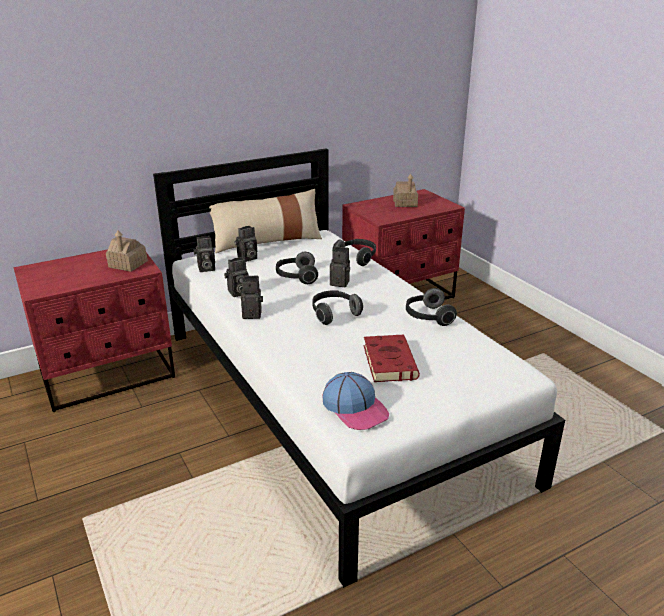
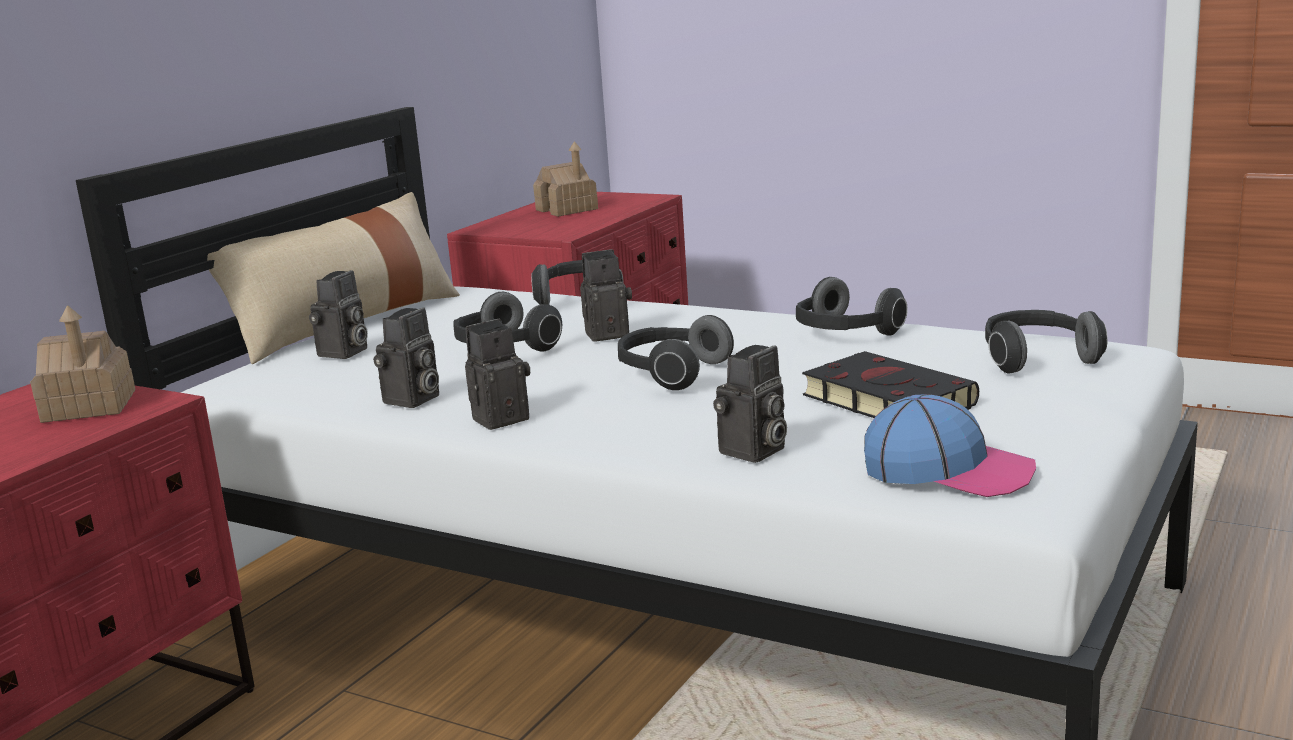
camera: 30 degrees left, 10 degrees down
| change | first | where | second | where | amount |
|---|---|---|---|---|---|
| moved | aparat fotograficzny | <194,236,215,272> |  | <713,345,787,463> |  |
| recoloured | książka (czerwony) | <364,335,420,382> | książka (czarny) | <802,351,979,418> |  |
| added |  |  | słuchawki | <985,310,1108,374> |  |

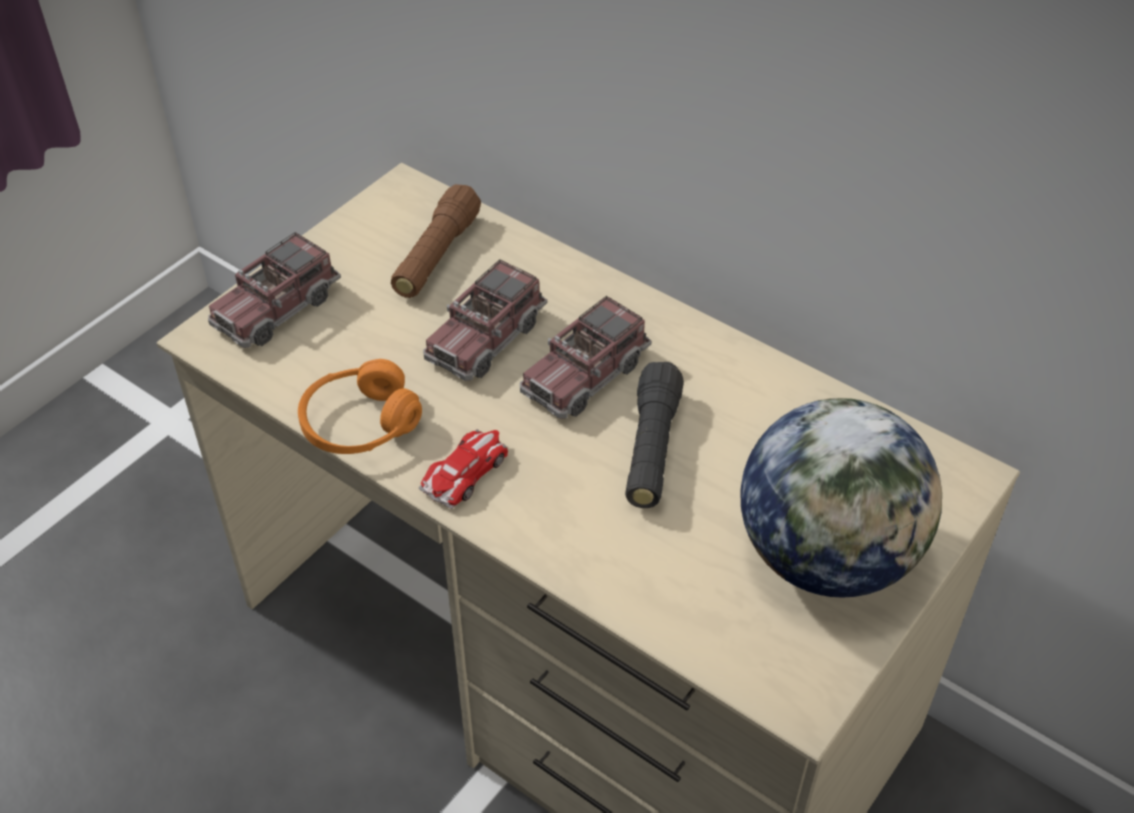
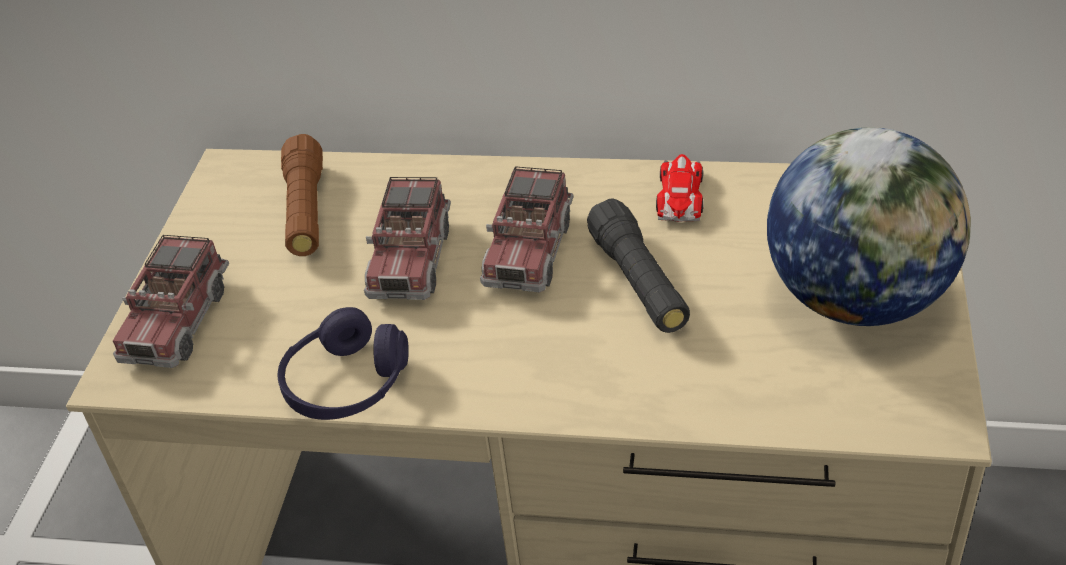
camera: 25 degrees left, 5 degrees down
| change | first | where | second | where | amount |
|---|---|---|---|---|---|
| recoloured | słuchawki (pomarańczowy) | <298,359,422,454> | słuchawki (fioletowy) | <278,307,409,420> |  |
| moved | samochodzik | <419,429,508,509> |  | <656,154,704,222> |  |

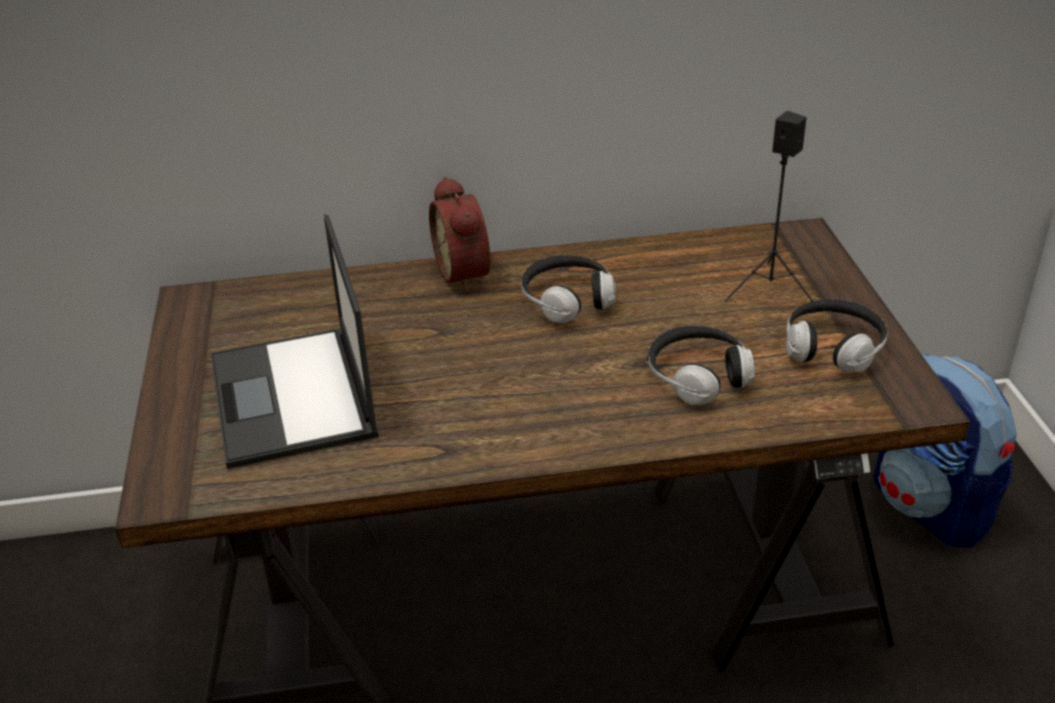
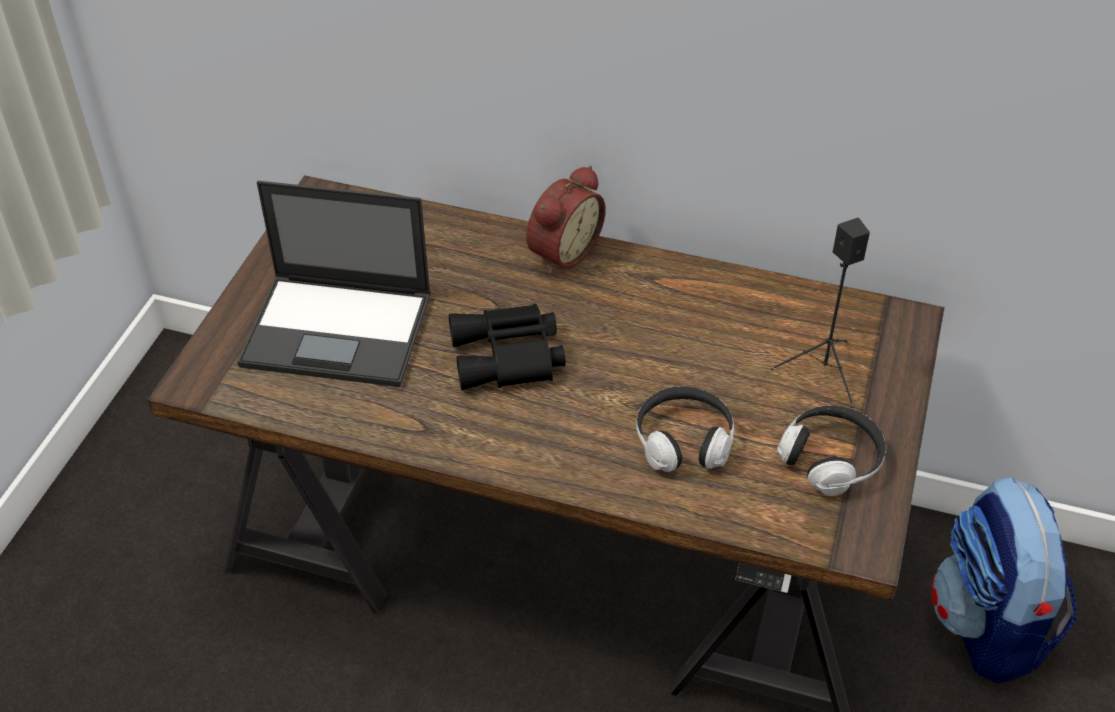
camera: 25 degrees right, 10 degrees up
| change | first | where | second | where | amount |
|---|---|---|---|---|---|
| turned | laptop | <210,214,379,469> |  | <237,181,431,387> | 90 degrees counterclockwise |
| added |  |  | lornetka (czarny) | <449,303,566,390> |  |
| turned | budzik | <429,176,490,292> |  | <526,165,606,274> | 150 degrees counterclockwise |
| removed | słuchawki | <521,255,616,323> |  |  |  |

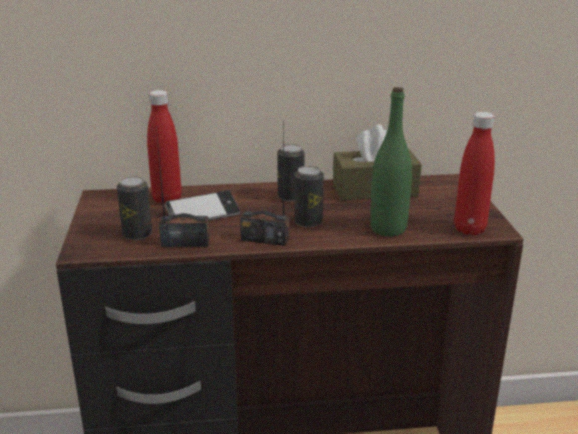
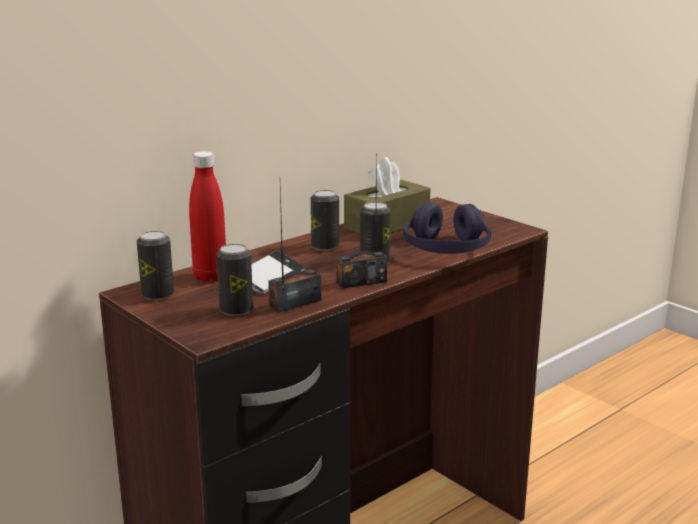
camera: 35 degrees left, 5 degrees down
| change | first | where | second | where | amount |
|---|---|---|---|---|---|
| added |  |  | puszka | <137,231,174,300> |  |
| replaced | butelka (zielony) | <370,87,412,236> | słuchawki (fioletowy) | <403,202,491,254> |  |
| removed | butelka (czerwony) | <454,112,495,235> |  |  |  |

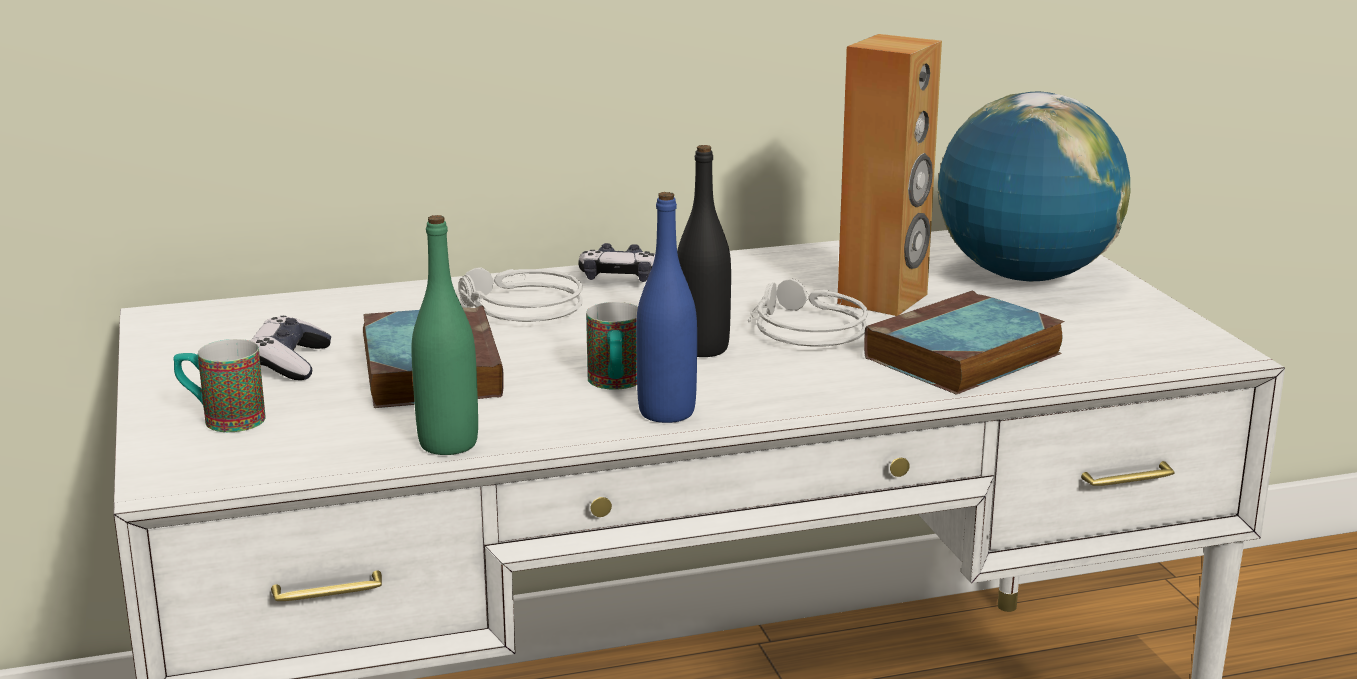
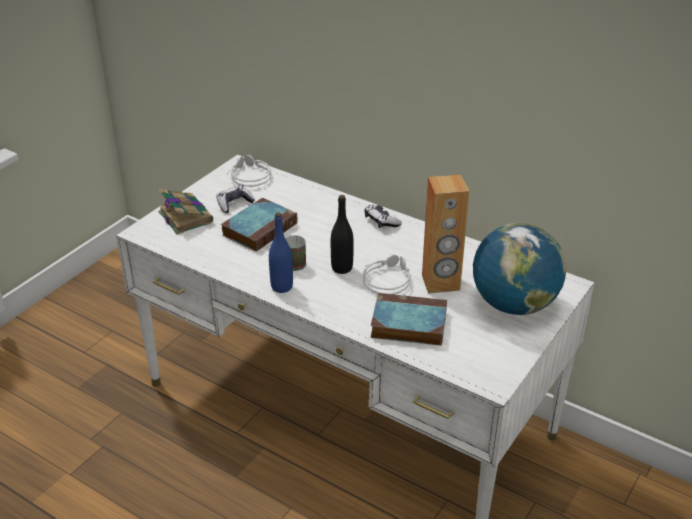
camera: 50 degrees right, 15 degrees up
| change | first | where | second | where | amount |
|---|---|---|---|---|---|
| replaced | kubek | <173,339,266,432> | książka | <158,189,213,234> |  |
| moved | słuchawki (szary) | <458,267,583,322> |  | <227,155,271,187> |  |
| removed | butelka (zielony) | <411,215,478,455> |  |  |  |

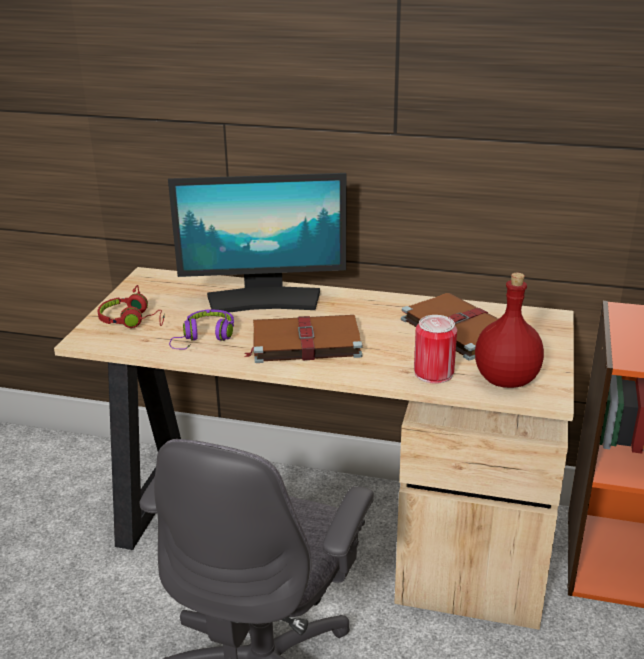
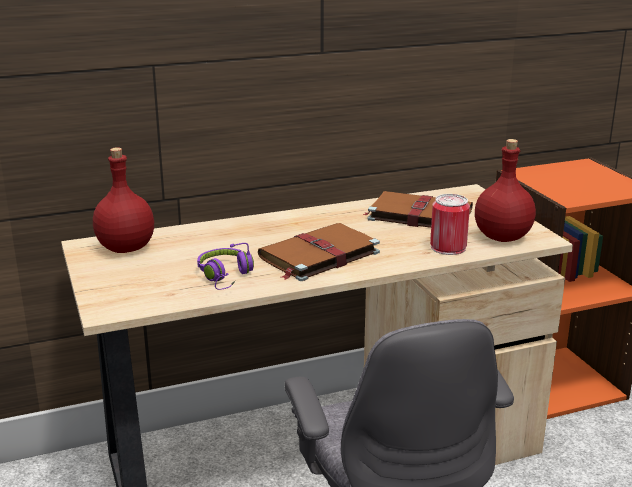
camera: 35 degrees left, 5 degrees down
| change | first | where | second | where | amount |
|---|---|---|---|---|---|
| added |  |  | butelka (czerwony) | <93,147,154,253> |  |
| removed | słuchawki (czerwony) | <98,285,165,328> |  |  |  |
| removed | monitor | <168,173,346,313> |  |  |  |

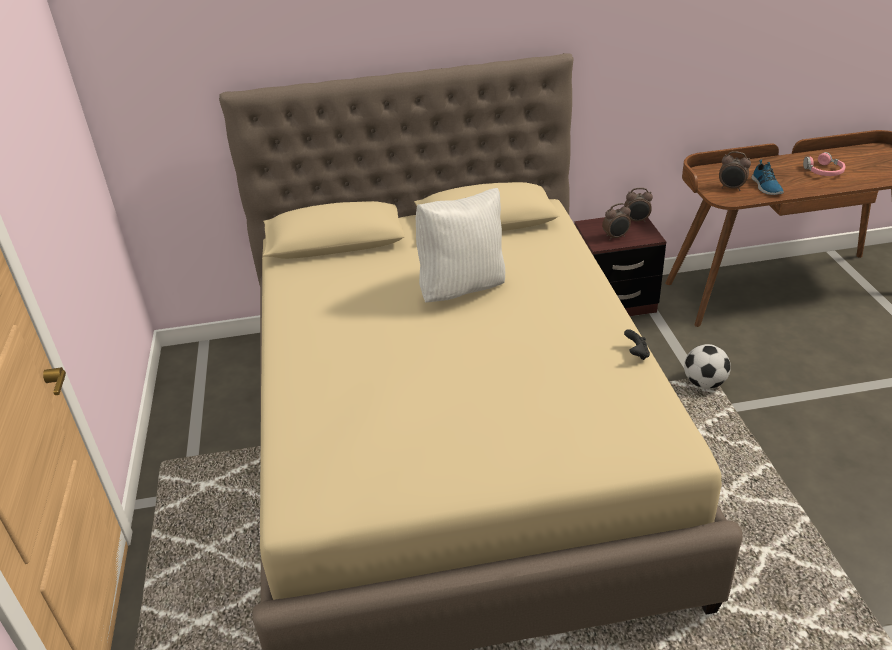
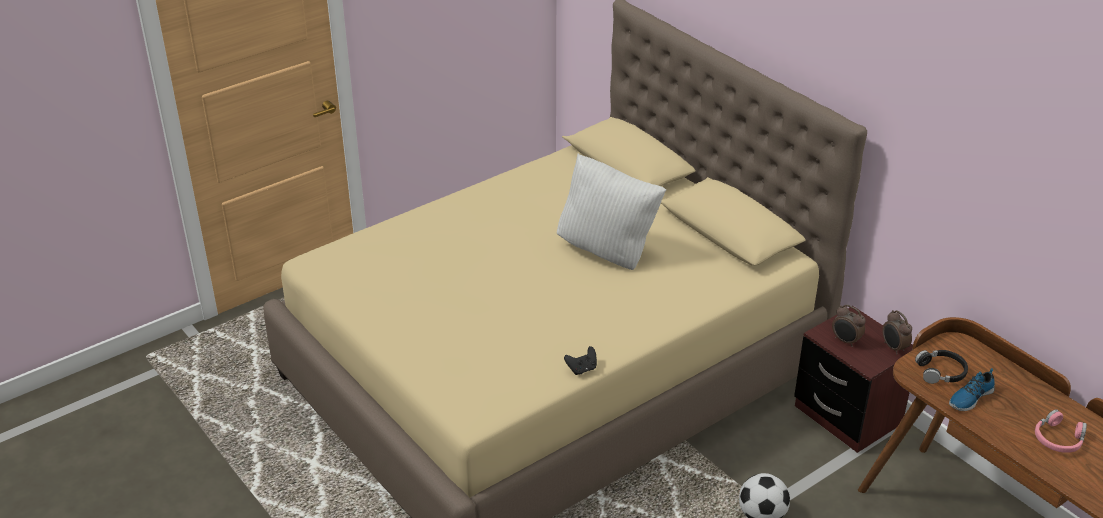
camera: 60 degrees right, 0 degrees up
| change | first | where | second | where | amount |
|---|---|---|---|---|---|
| replaced | budzik | <719,151,751,191> | słuchawki (czarny) | <915,350,968,384> |  |

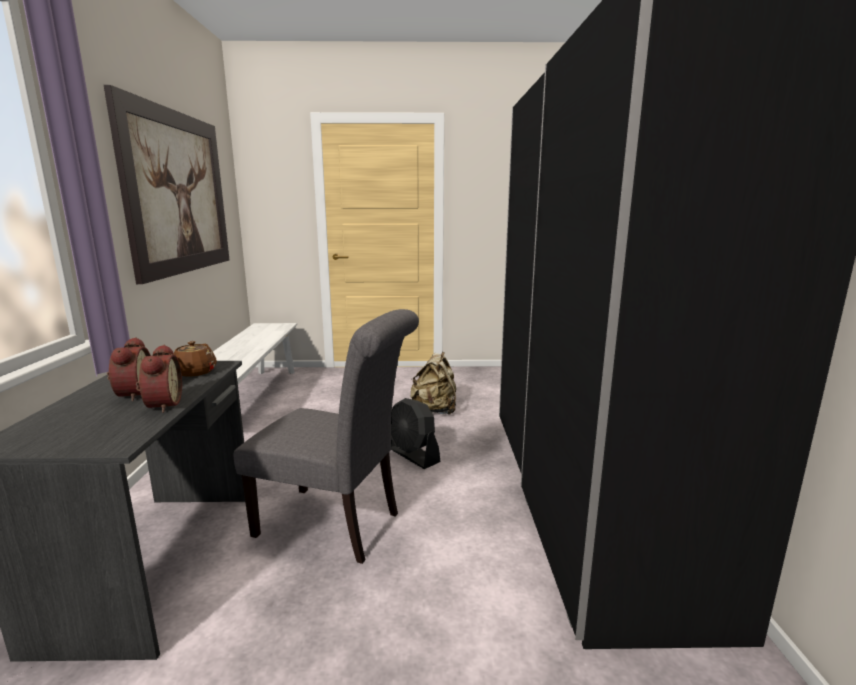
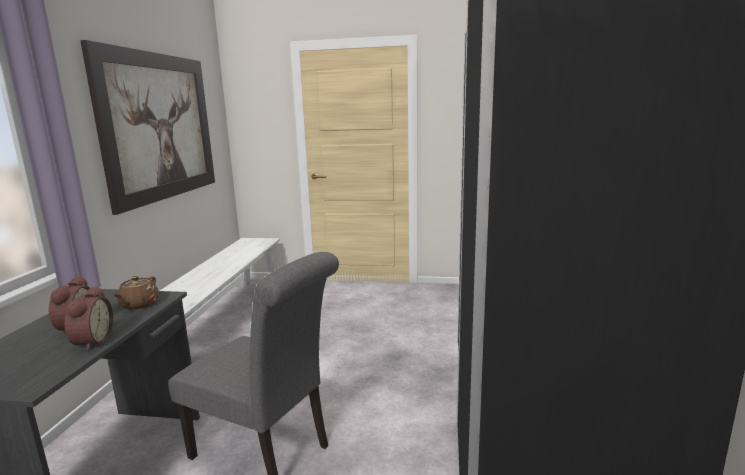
camera: 10 degrees right, 0 degrees up
| change | first | where | second | where | amount |
|---|---|---|---|---|---|
| removed | wentylator (czarny) | <391,398,441,469> |  |  |  |
| removed | plecak (beżowy) | <410,352,456,415> |  |  |  |

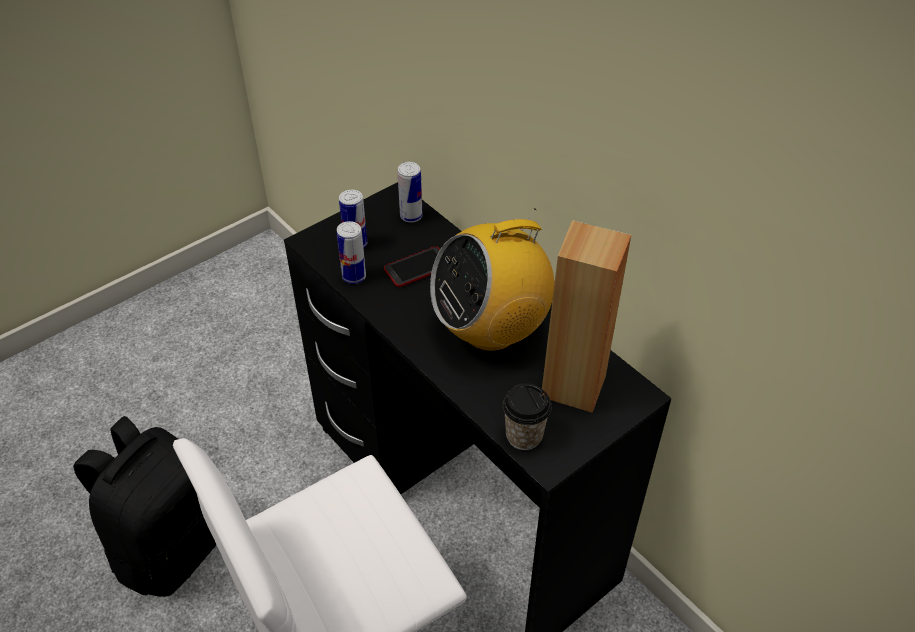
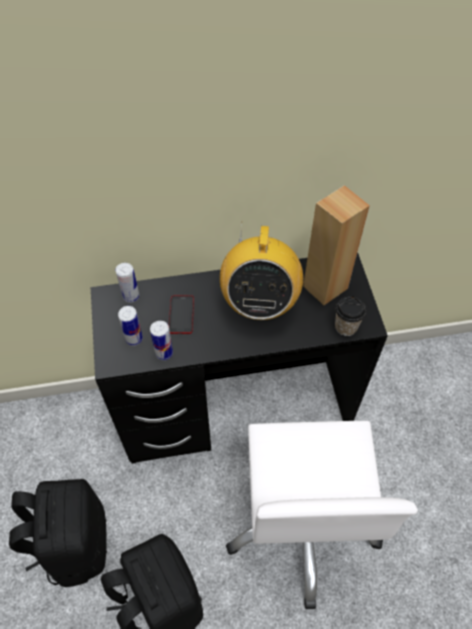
camera: 60 degrees left, 10 degrees up
| change | first | where | second | where | amount |
|---|---|---|---|---|---|
| added |  |  | plecak (czarny) | <9,479,107,587> |  |

